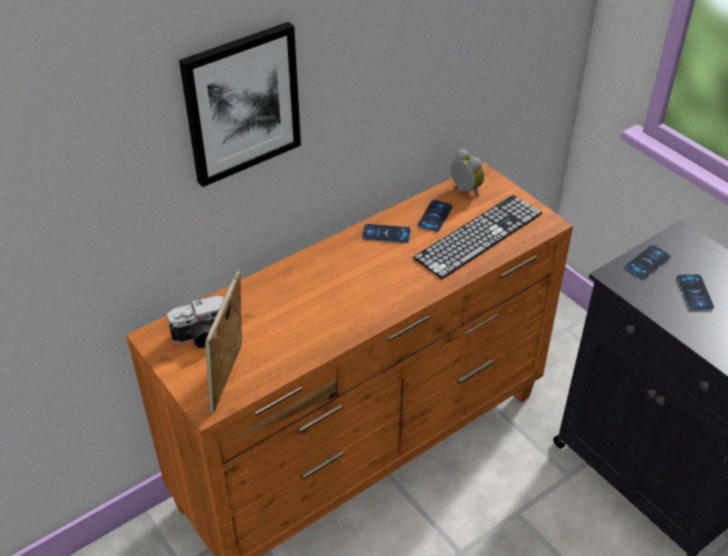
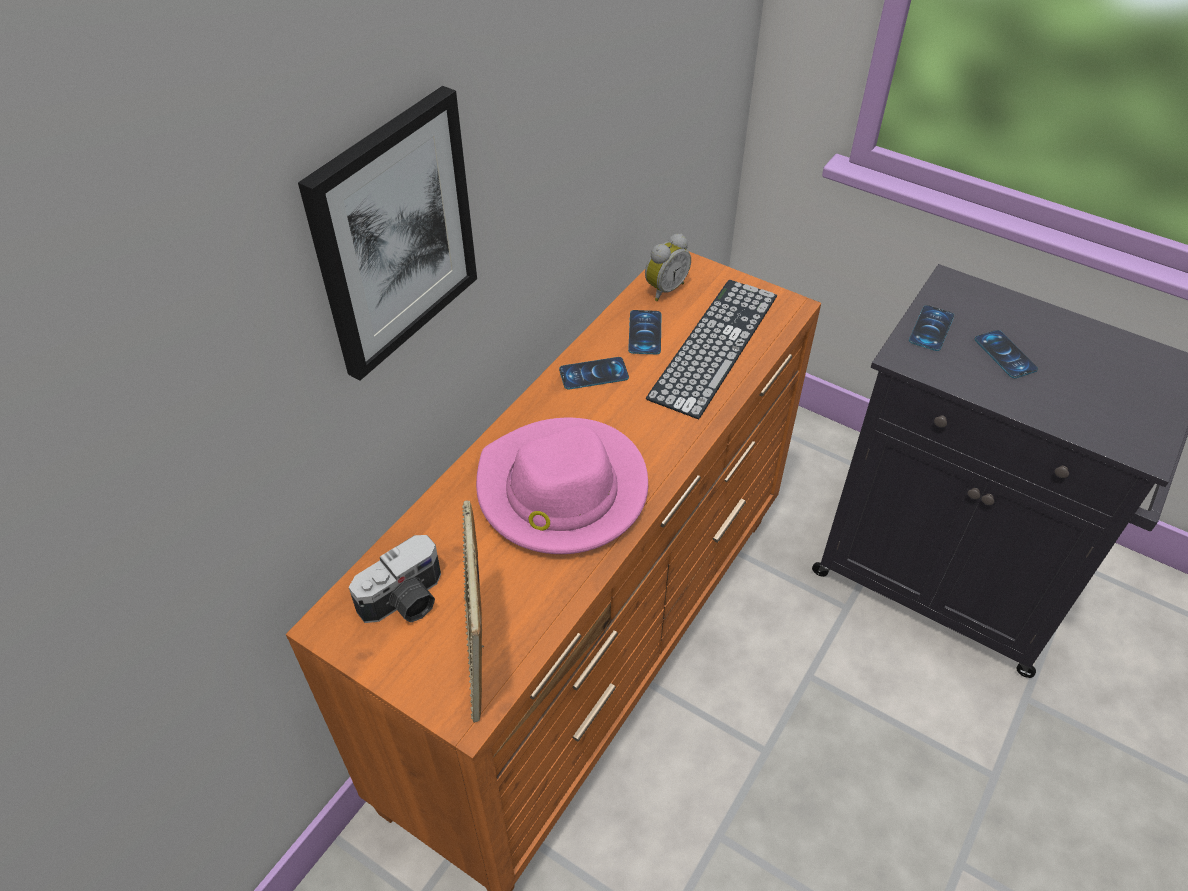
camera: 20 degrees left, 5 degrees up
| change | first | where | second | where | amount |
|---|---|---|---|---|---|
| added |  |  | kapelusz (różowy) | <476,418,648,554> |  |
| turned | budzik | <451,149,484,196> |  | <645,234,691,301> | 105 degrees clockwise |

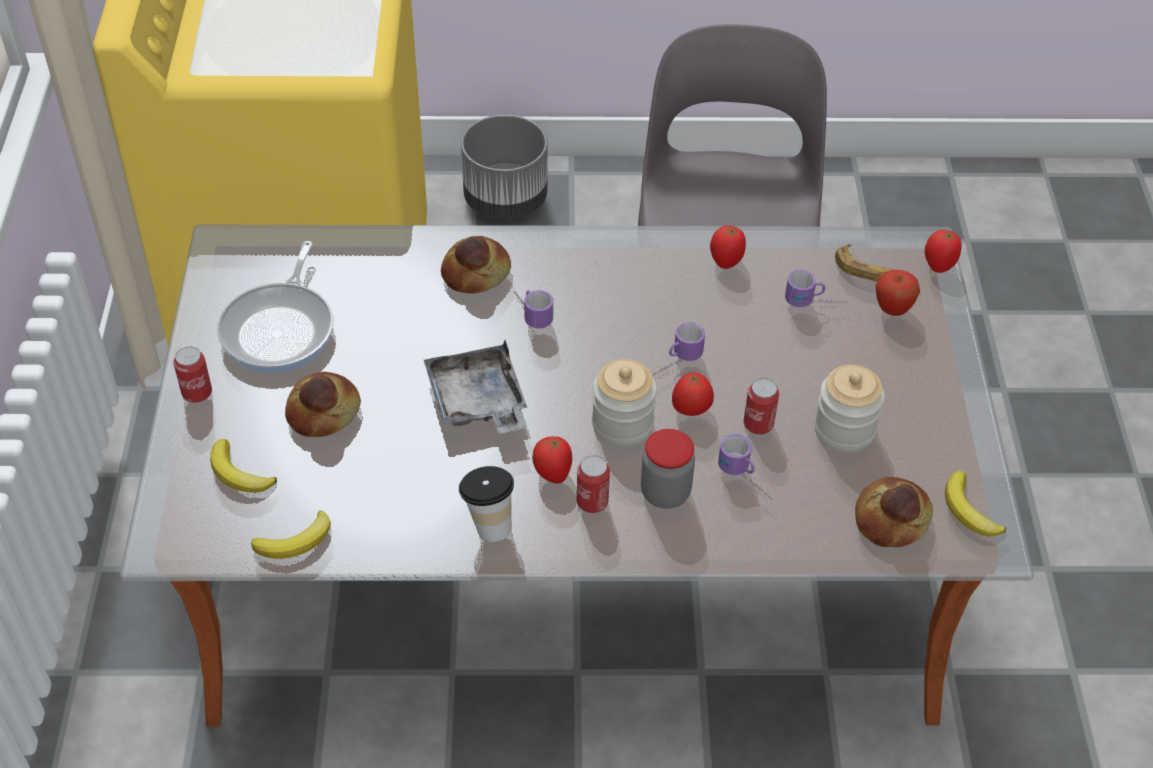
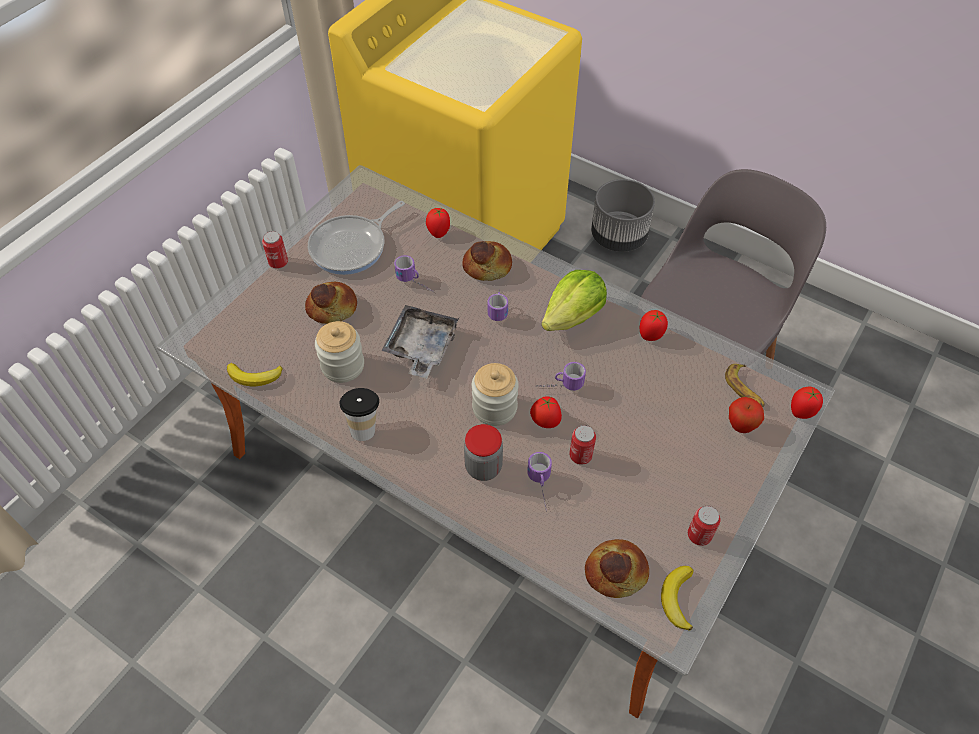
camera: 35 degrees right, 5 degrees up
| change | first | where | second | where | amount |
|---|---|---|---|---|---|
| moved | słoik | <814,365,885,452> |  | <315,321,364,383> |  |
| moved | kubek | <785,270,847,307> |  | <394,255,434,293> |  |
| moved | pomidor | <532,435,572,484> |  | <426,208,450,238> |  |
| added |  |  | sałata | <542,270,607,331> |  |
| moved | puszka | <577,455,610,513> |  | <688,506,720,546> |  |
| removed | banan | <210,439,277,493> |  |  |  |

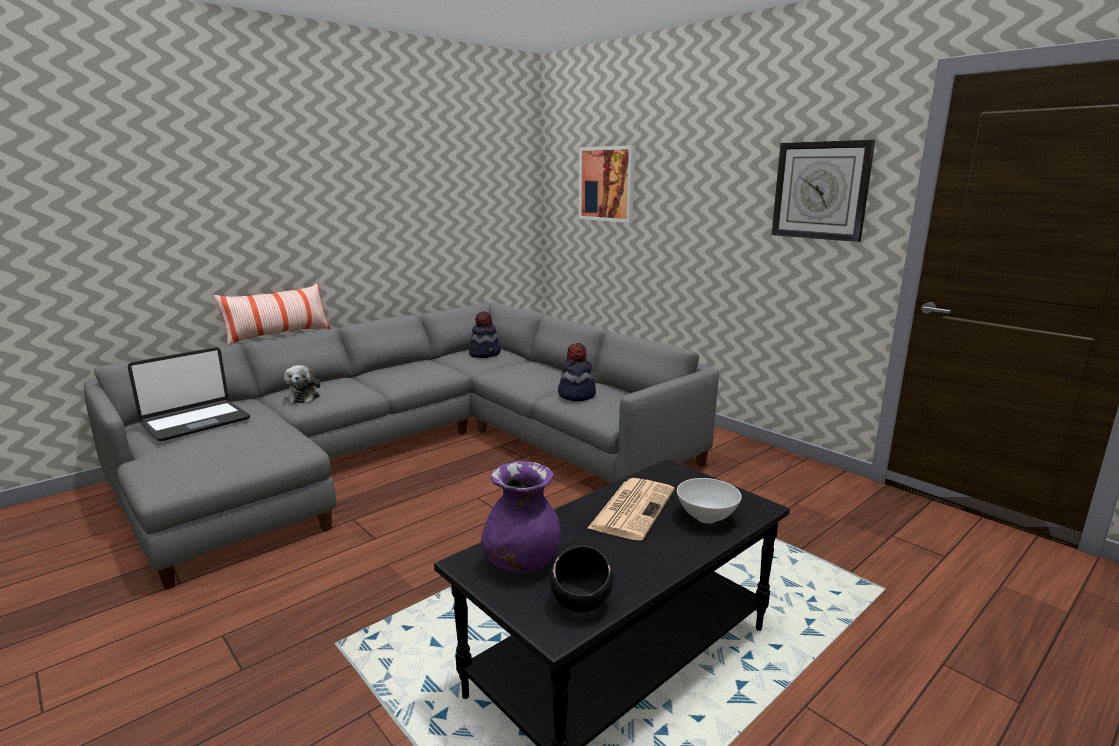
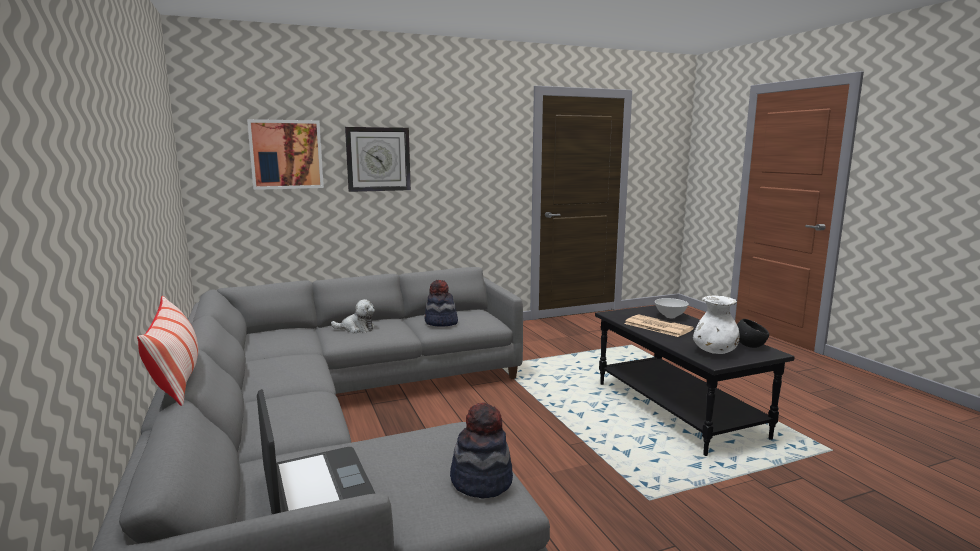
camera: 70 degrees left, 5 degrees down
| change | first | where | second | where | amount |
|---|---|---|---|---|---|
| moved | pluszak | <284,365,320,404> |  | <331,299,375,333> |  |
| moved | zegar ścienny | <772,140,875,242> |  | <345,127,411,192> |  |
| moved | kapelusz | <469,311,501,358> |  | <450,403,513,499> |  |
| recoloured | wazon (fioletowy) | <481,461,561,573> | wazon (biały) | <693,296,740,354> |  |

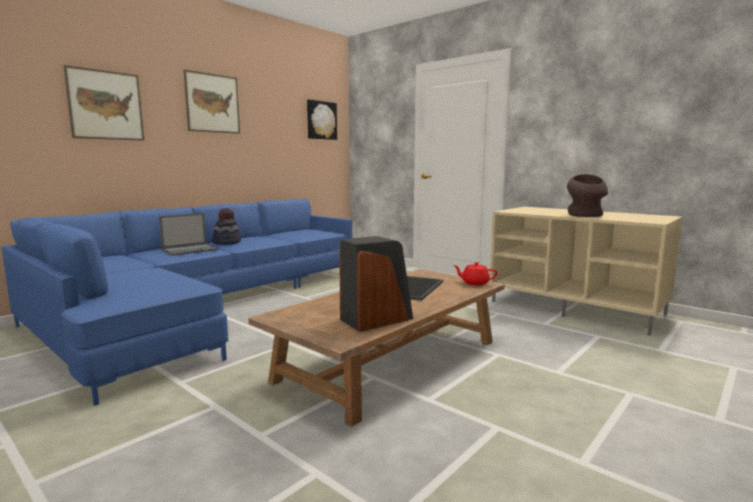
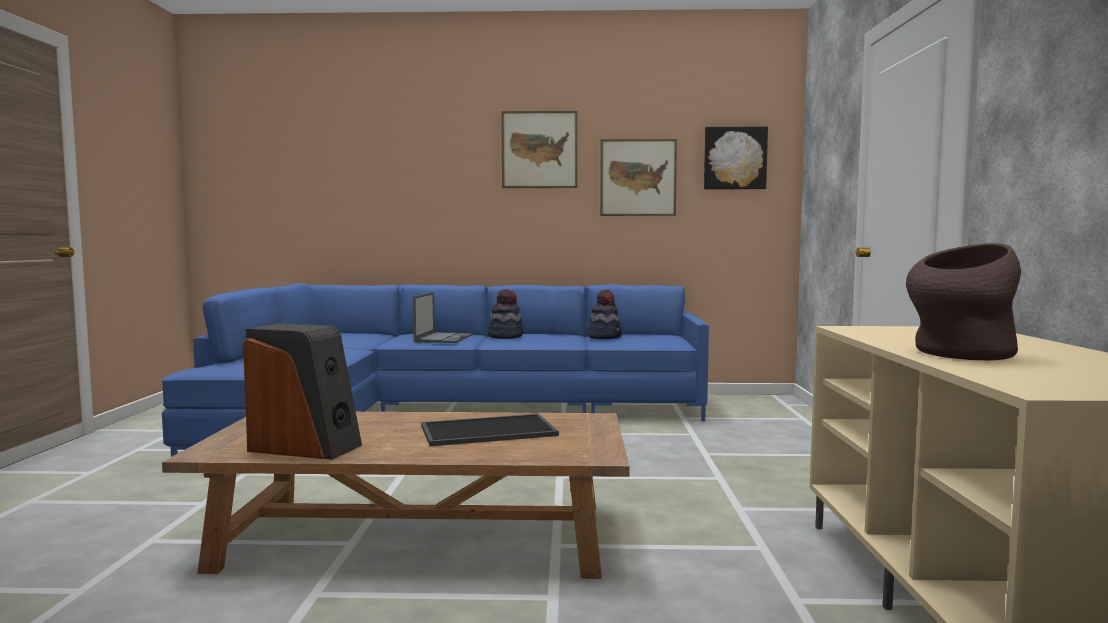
camera: 50 degrees right, 5 degrees down
| change | first | where | second | where | amount |
|---|---|---|---|---|---|
| turned | laptop | <159,213,218,256> |  | <413,292,472,343> | 90 degrees counterclockwise |
| added |  |  | kapelusz | <587,289,622,339> |  |
| moved | obraz | <63,65,144,141> |  | <600,139,677,216> |  |
| removed | imbryk (czerwony) | <453,262,497,285> |  |  |  |

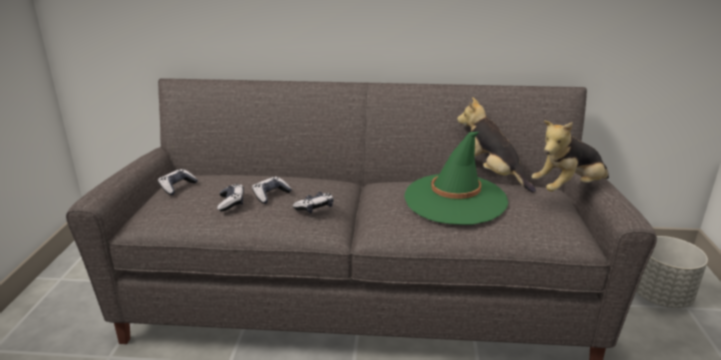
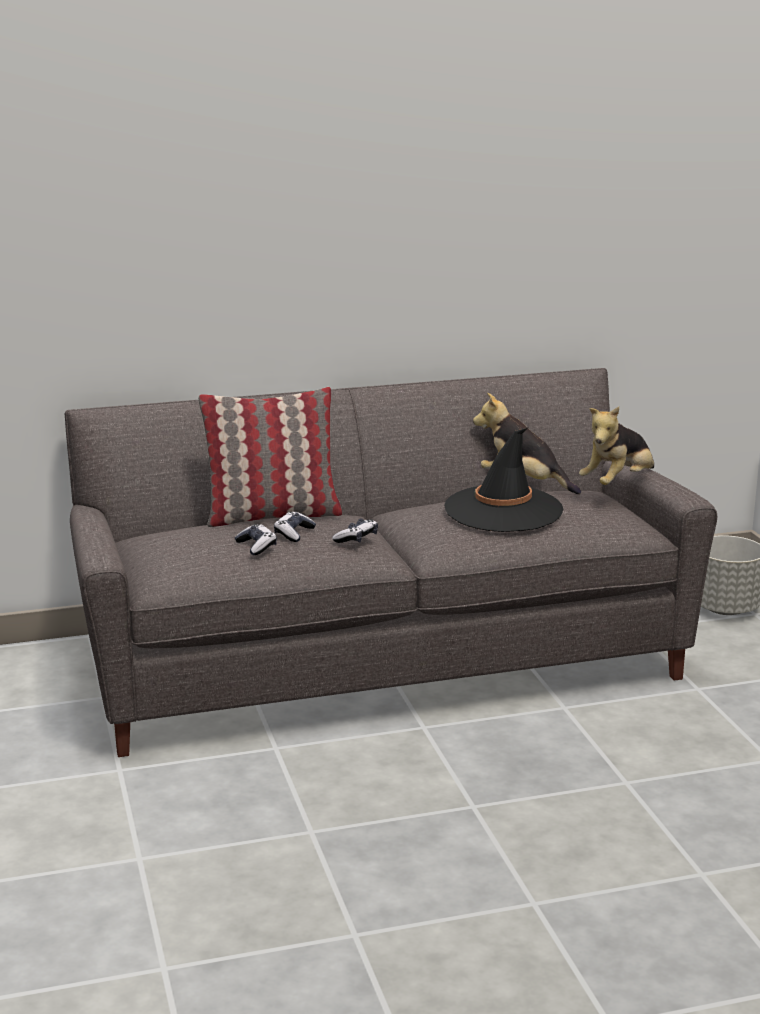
camera: 20 degrees left, 5 degrees down
| change | first | where | second | where | amount |
|---|---|---|---|---|---|
| added |  |  | poduszka | <198,387,342,527> |  |
| recoloured | kapelusz (zielony) | <404,132,508,225> | kapelusz (czarny) | <444,428,563,532> |  |
| removed | pad do gier | <158,169,198,195> |  |  |  |

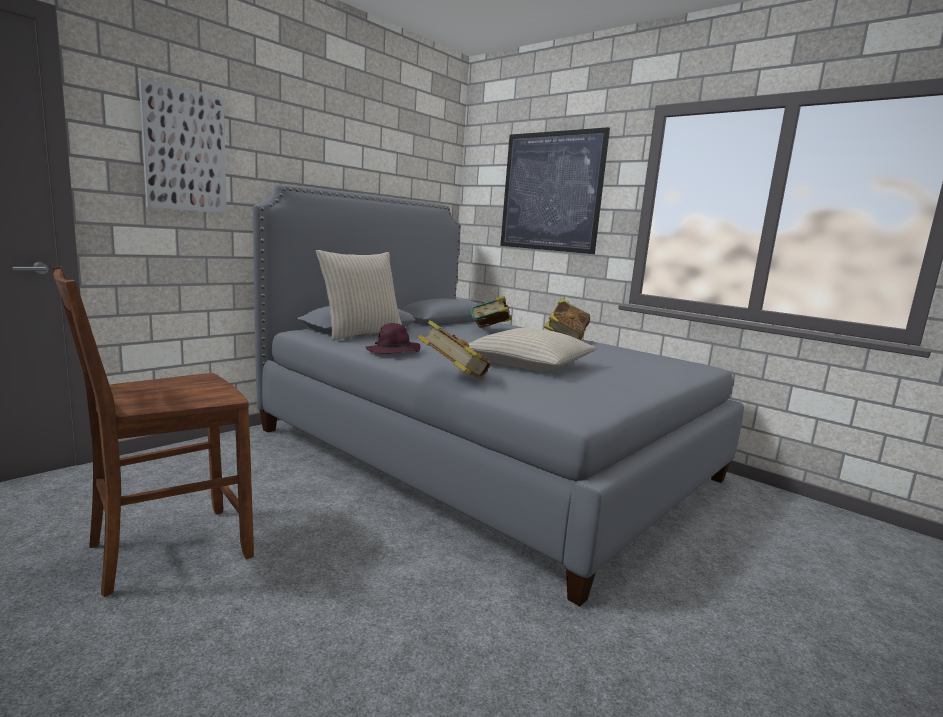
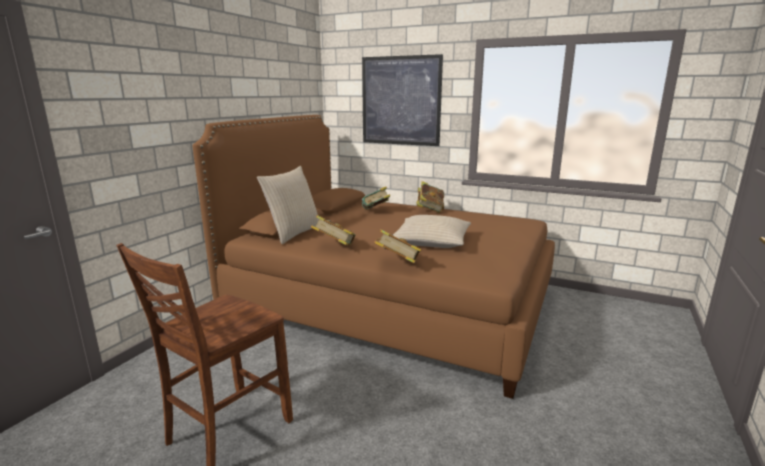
camera: 15 degrees left, 5 degrees up
| change | first | where | second | where | amount |
|---|---|---|---|---|---|
| recoloured | łóżko (szary) | <253,184,744,606> | łóżko (brązowy) | <193,115,555,399> |  |
| replaced | kapelusz (fioletowy) | <365,323,421,353> | książka | <311,215,356,245> |  |
| removed | obraz | <139,78,227,214> |  |  |  |

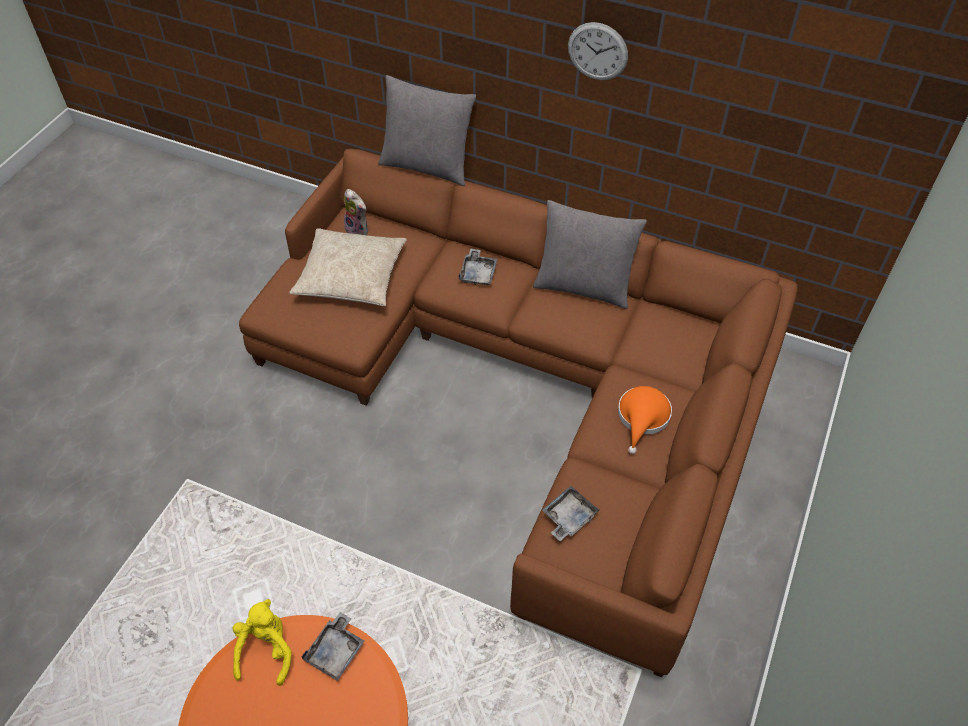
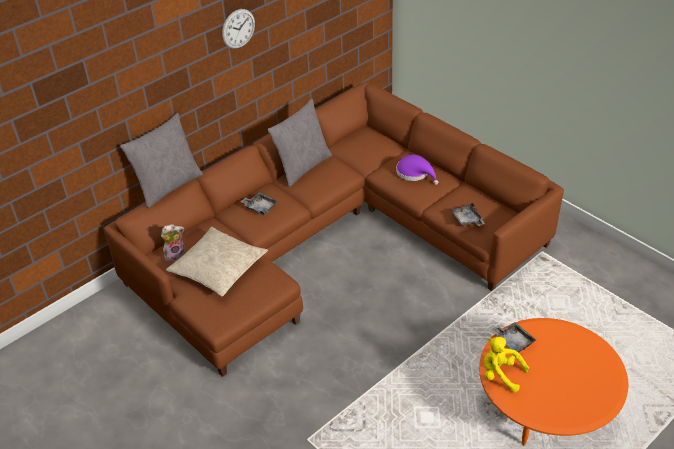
camera: 65 degrees left, 10 degrees down
| change | first | where | second | where | amount |
|---|---|---|---|---|---|
| recoloured | kapelusz (pomarańczowy) | <618,386,672,454> | kapelusz (fioletowy) | <396,155,438,185> |  |

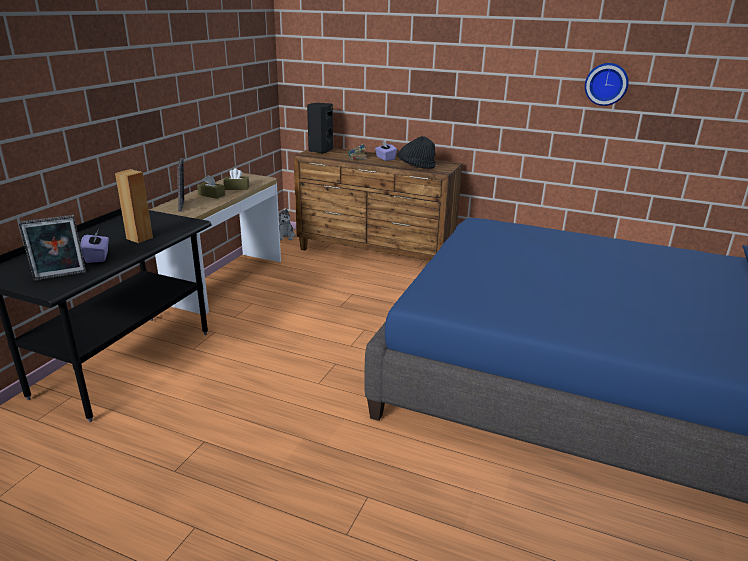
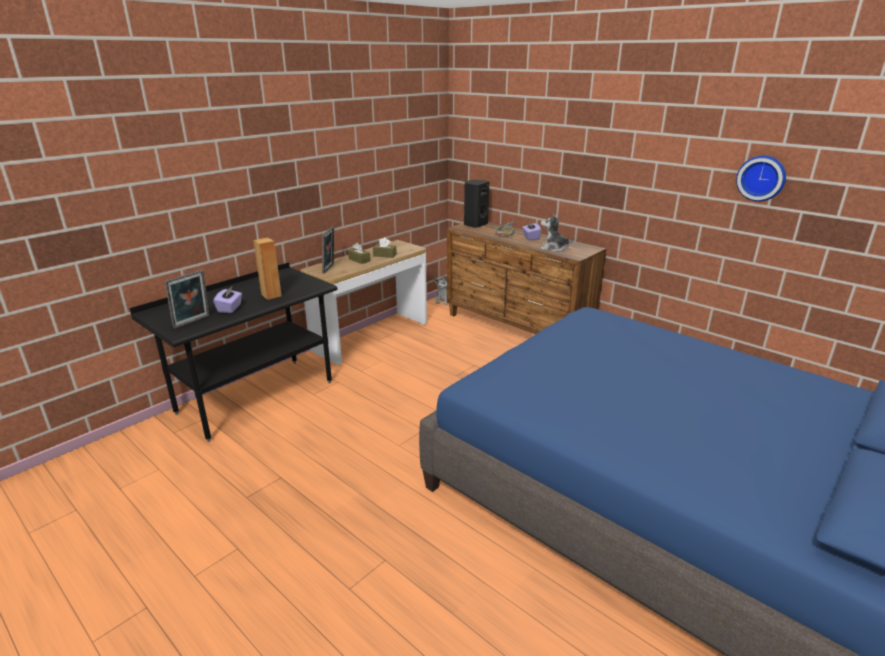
camera: 20 degrees right, 0 degrees up
| change | first | where | second | where | amount |
|---|---|---|---|---|---|
| turned | ramka na zdjęcie | <18,215,86,281> |  | <165,270,210,329> | 45 degrees counterclockwise |
| replaced | kapelusz (czarny) | <398,136,436,169> | pluszak | <540,213,575,252> |  |

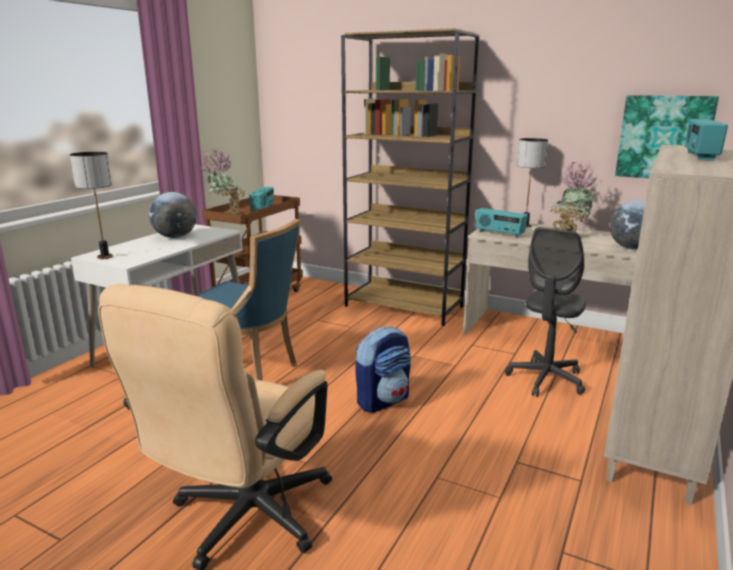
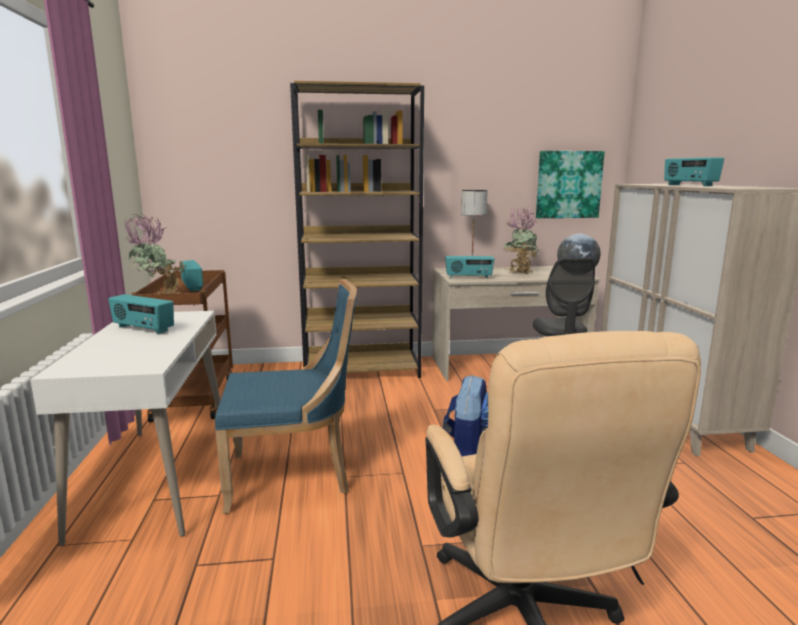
camera: 35 degrees left, 5 degrees down
| change | first | where | second | where | amount |
|---|---|---|---|---|---|
| replaced | globus | <149,192,197,238> | radio | <108,294,174,334> |  |
| removed | lampa stołowa | <70,152,113,259> |  |  |  |

